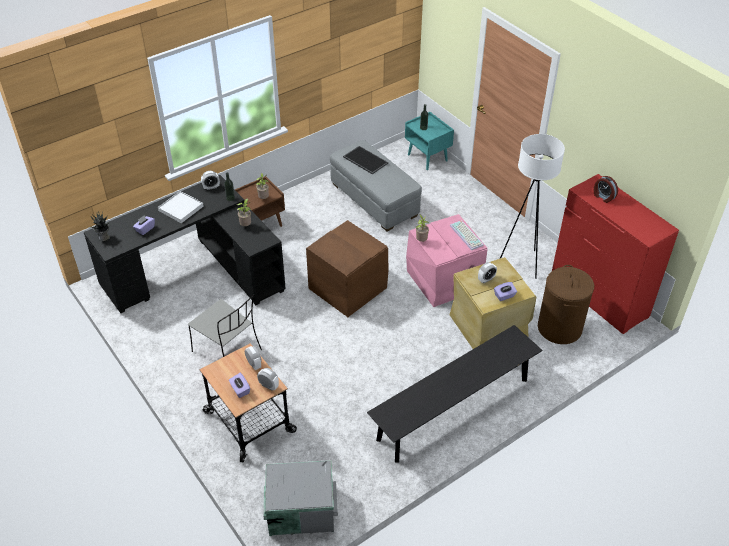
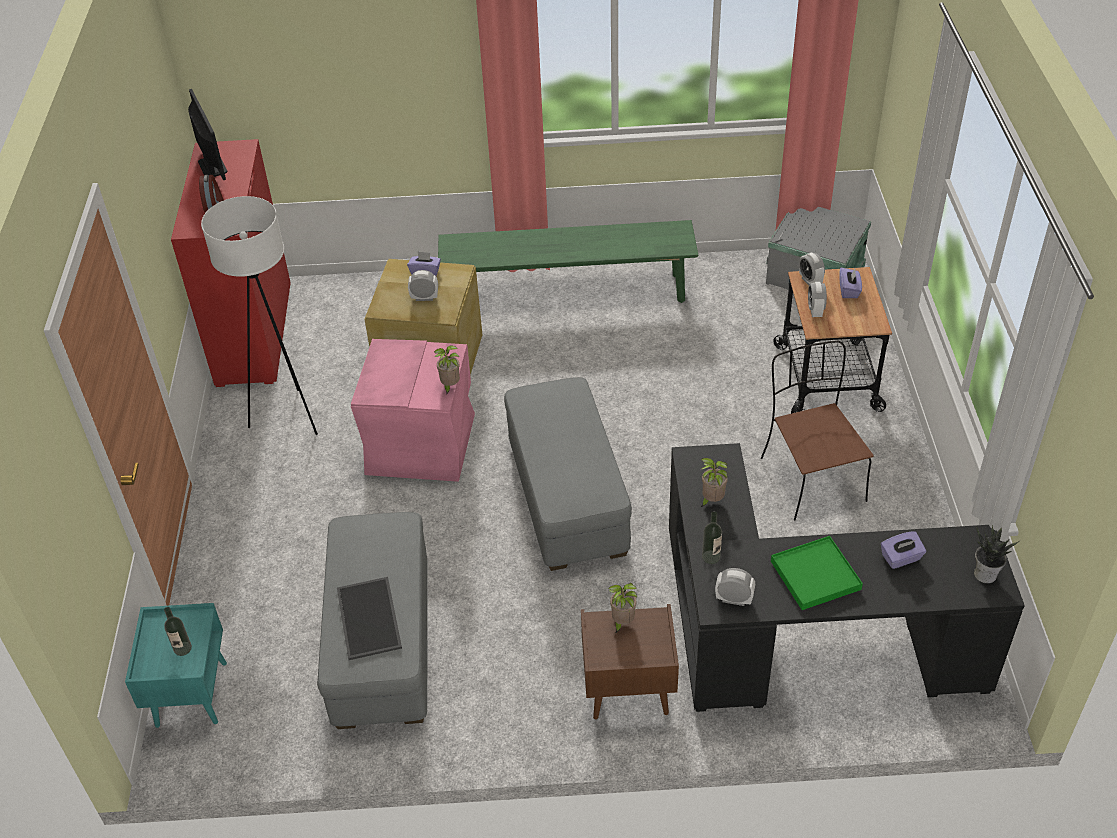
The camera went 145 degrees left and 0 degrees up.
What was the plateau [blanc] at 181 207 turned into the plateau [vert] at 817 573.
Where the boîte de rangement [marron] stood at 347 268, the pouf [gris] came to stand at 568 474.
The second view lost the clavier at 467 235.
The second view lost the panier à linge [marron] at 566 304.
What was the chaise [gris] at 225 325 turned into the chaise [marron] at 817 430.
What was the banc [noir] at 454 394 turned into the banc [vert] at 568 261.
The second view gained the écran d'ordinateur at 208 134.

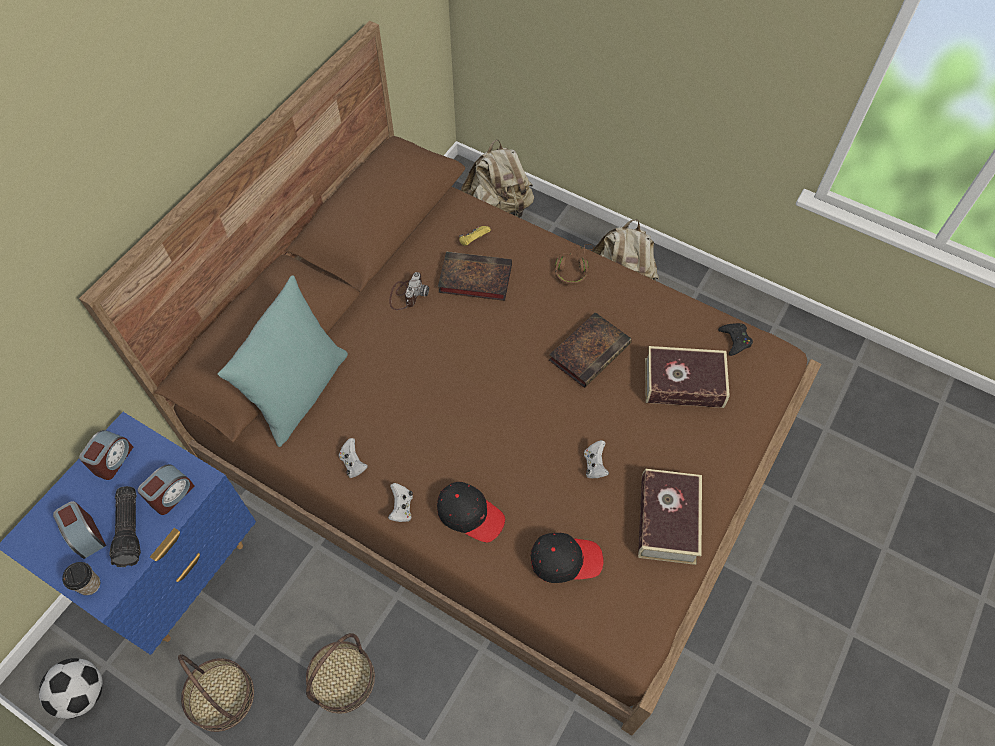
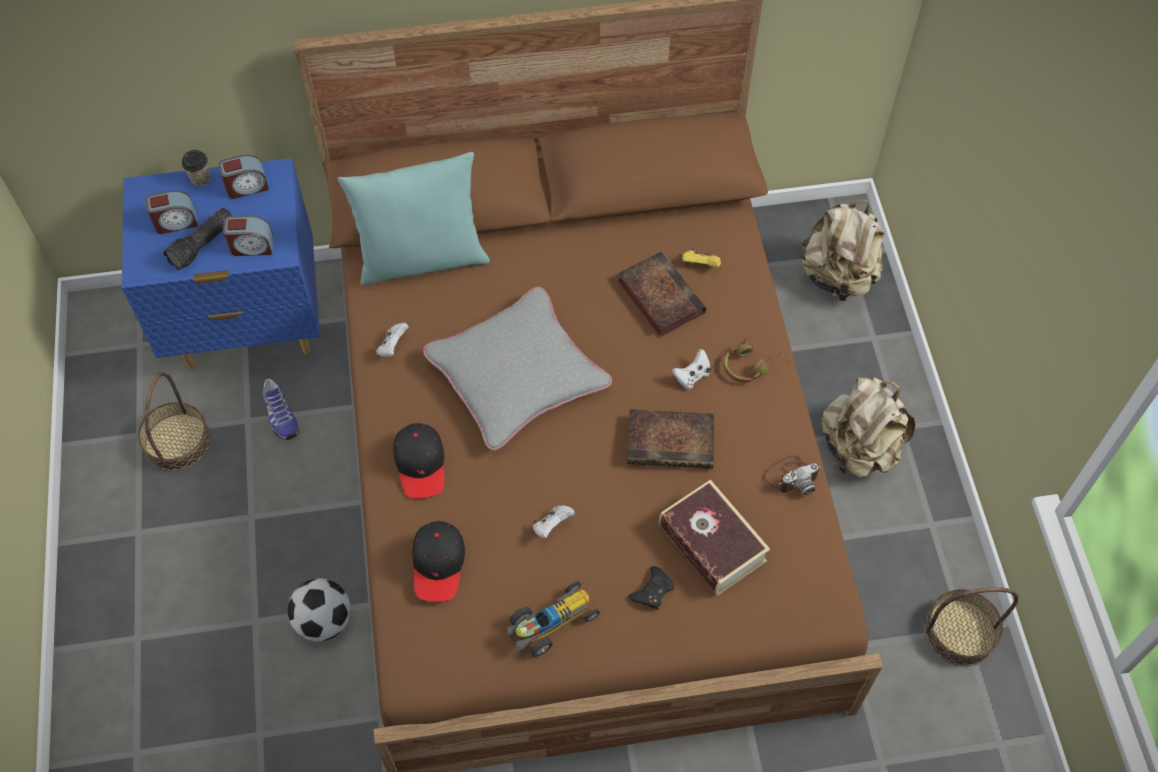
The camera went 50 degrees right and 0 degrees up.
The appareil photo ended up elsewhere, having gone from 409 291 to 792 475.
The manette [noir] ended up elsewhere, having gone from 735 339 to 651 588.
Where the livre stood at 670 517, the petite voiture came to stand at 553 619.
The manette [blanc] ended up elsewhere, having gone from 400 502 to 691 369.
The réveil at 79 530 ended up facing another way, 120 degrees counterclockwise from before.
The casquette [noir] at 567 558 ended up facing another way, 45 degrees clockwise from before.
The tasse ended up elsewhere, having gone from 81 578 to 196 168.
The panier ended up elsewhere, having gone from 340 673 to 971 626.
The ballon de foot ended up elsewhere, having gone from 71 688 to 319 609.
The second view gained the coussin [gris] at 517 369.
The second view gained the chaussure at 281 409.

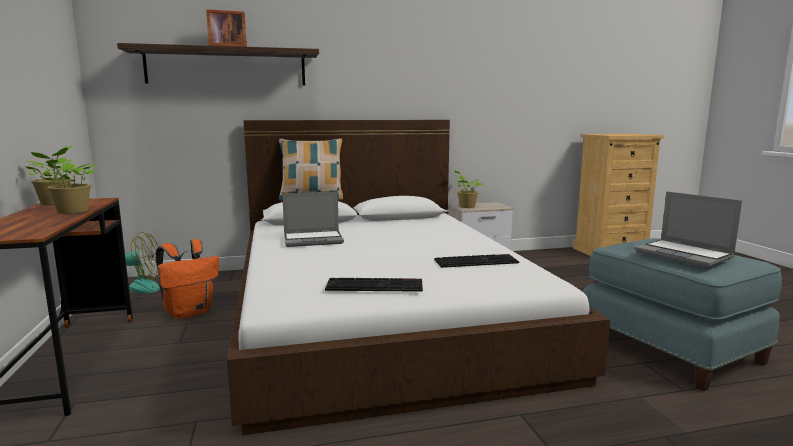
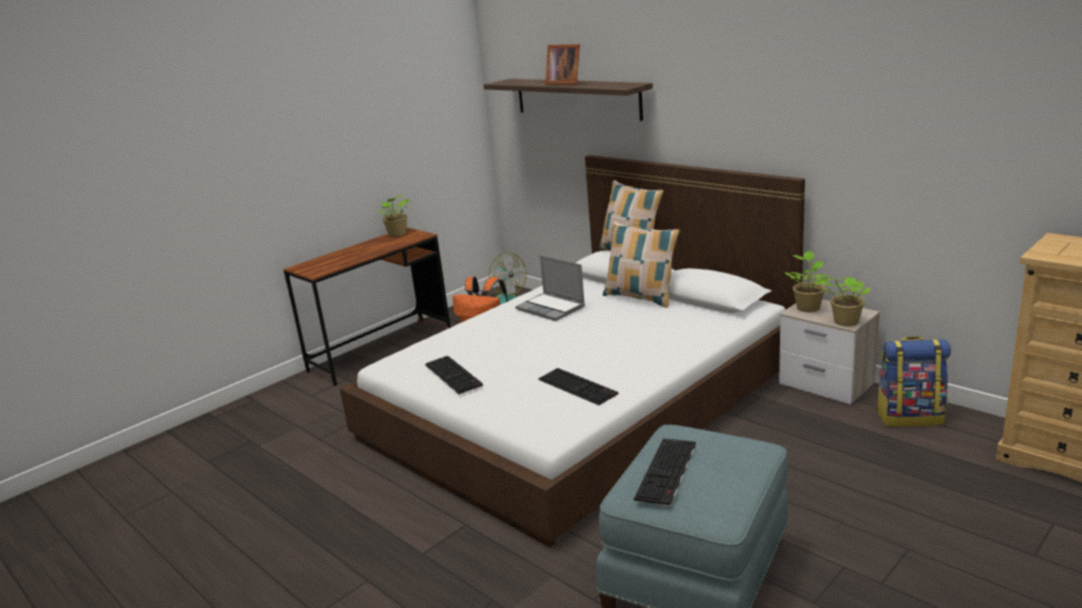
The camera went 60 degrees right and 10 degrees up.
The plante en pot ended up elsewhere, having gone from 63 182 to 845 300.
Where the ordinateur portable stood at 688 229, the clavier came to stand at 665 472.
The second view gained the coussin at 641 264.
The second view gained the sac à dos at 913 381.

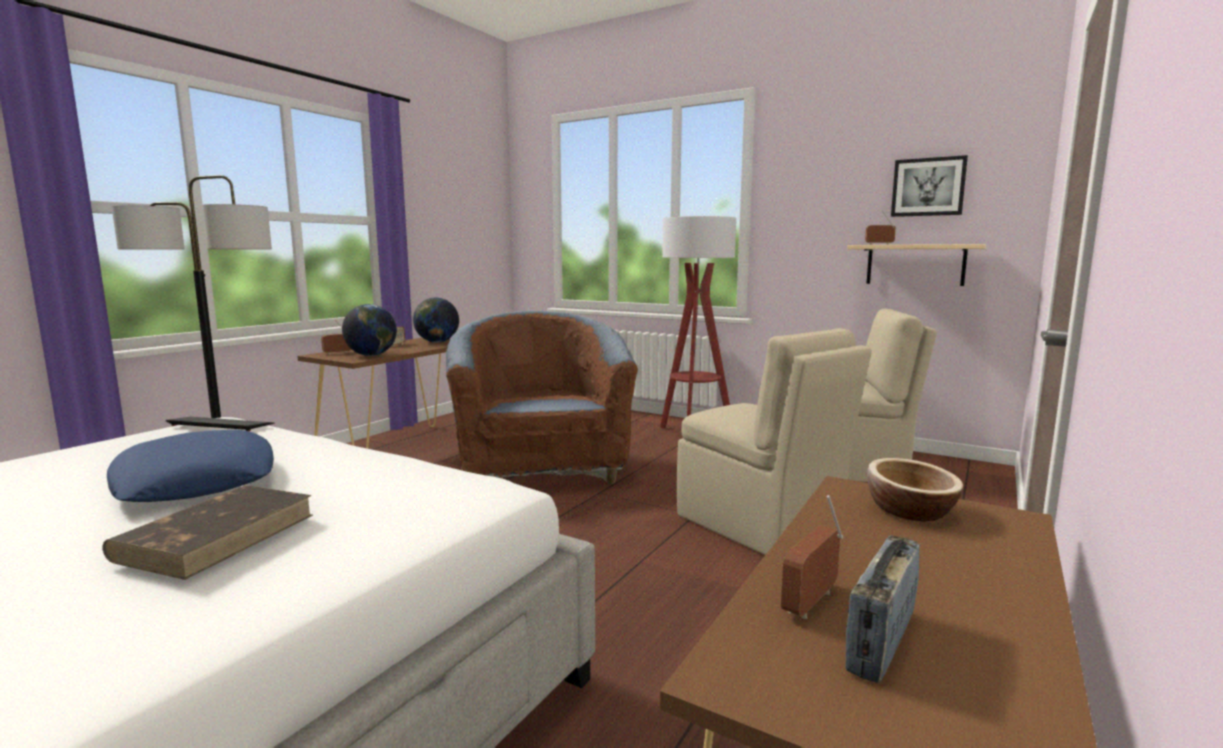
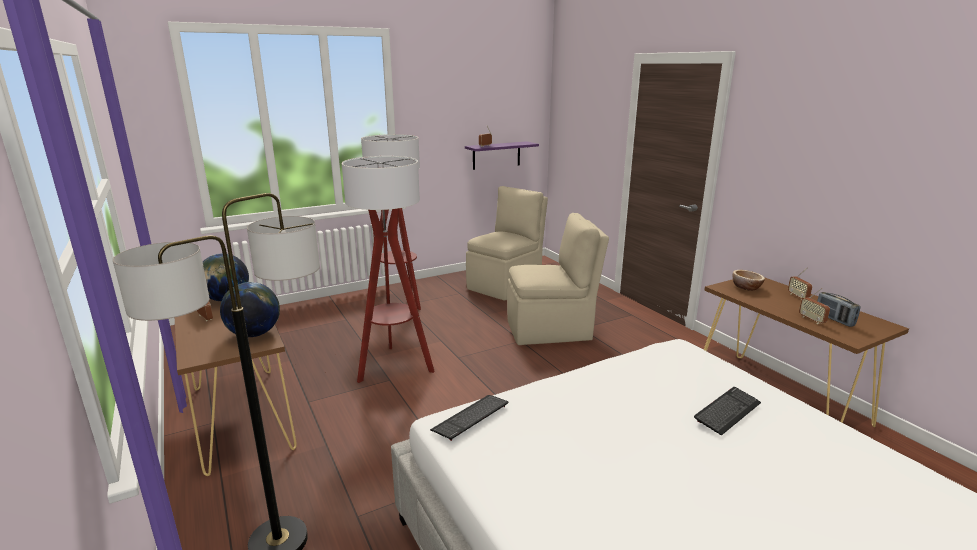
The camera went 60 degrees left and 10 degrees up.
The second view lost the tableau at 929 186.
What was the étagère [beige] at 916 265 turned into the étagère [violet] at 502 155.
Where the fauteuil [marron] stood at 542 398, the lampadaire came to stand at 388 269.
The radio ended up elsewhere, having gone from 336 337 to 800 283.
The second view lost the coussin [bleu] at 190 466.
Where the livre [marron] stood at 208 532, the clavier came to stand at 727 411.

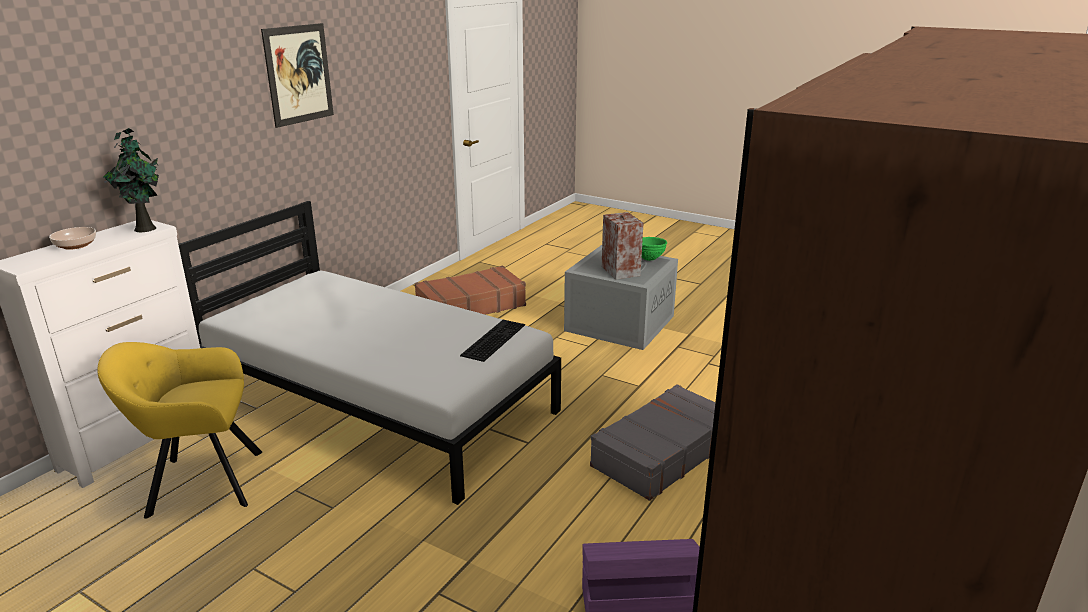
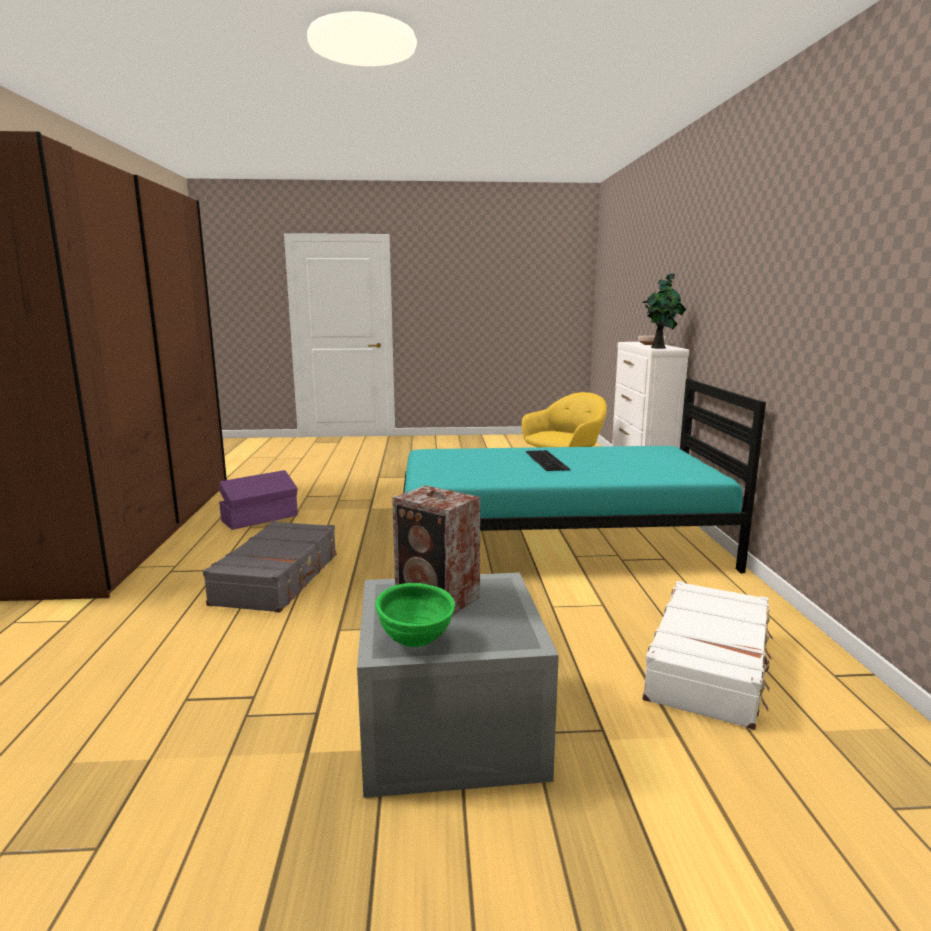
The camera went 145 degrees right and 10 degrees down.
The second view lost the tableau at 297 75.
What was the lit [blanc] at 369 353 turned into the lit [turquoise] at 584 476.
What was the valise [marron] at 470 290 turned into the valise [blanc] at 707 655.
The clavier ended up elsewhere, having gone from 492 341 to 548 460.

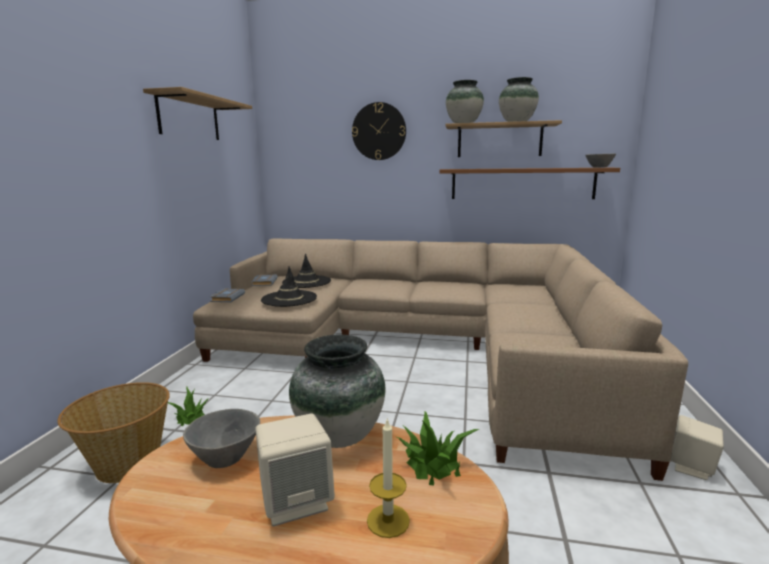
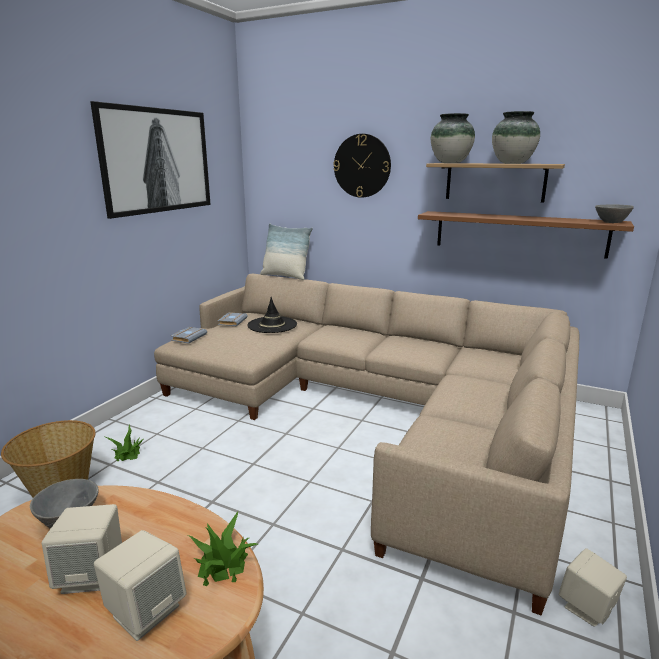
The camera went 15 degrees right and 5 degrees up.
Where the étagère hung at 197 113, the tableau came to hang at 150 160.
The second view lost the chapeau [noir] at 289 286.
The second view lost the vase at 337 391.
Where the bougie stood at 388 478, the enceinte [beige] came to stand at 140 585.
The second view gained the coussin at 286 251.

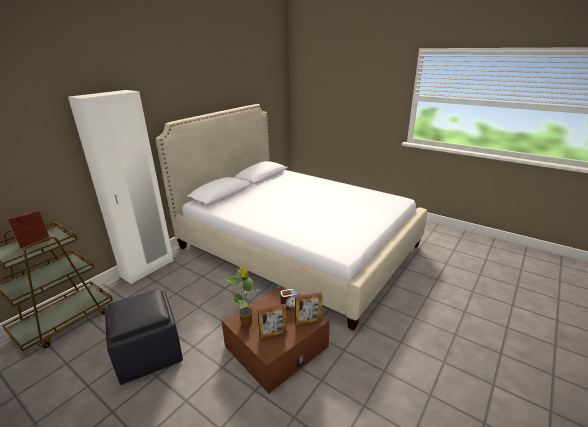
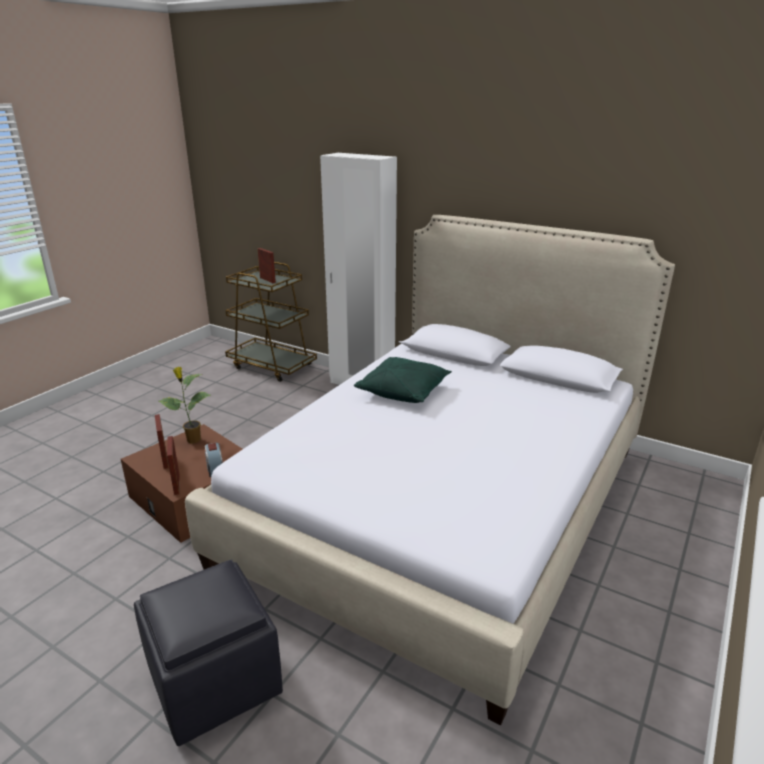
The camera went 85 degrees right and 0 degrees up.
The pouf [noir] ended up elsewhere, having gone from 144 336 to 208 653.
The second view gained the coussin [vert] at 403 380.

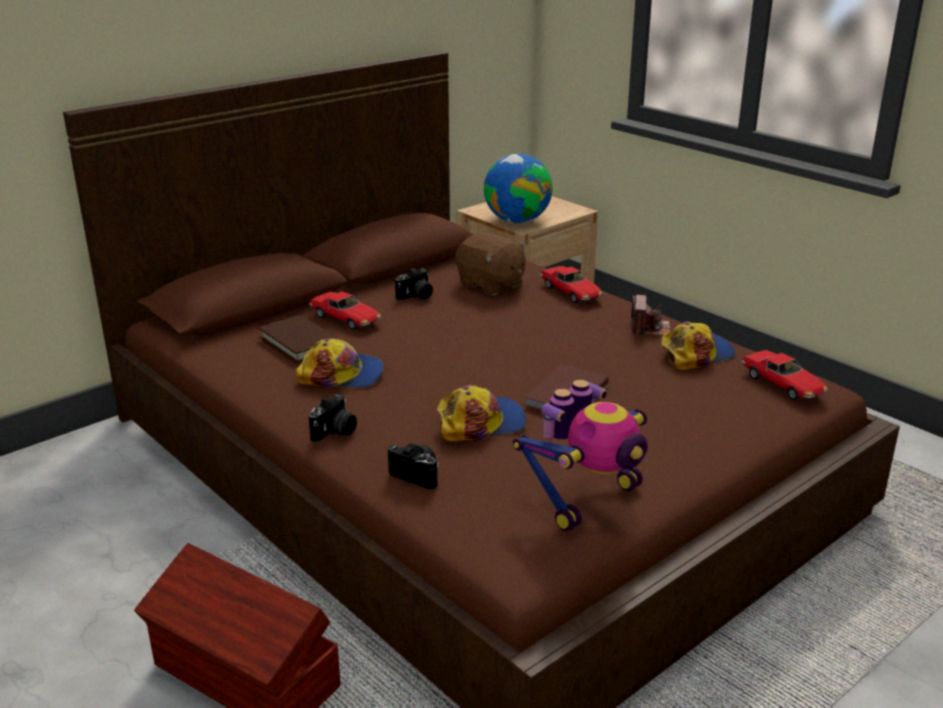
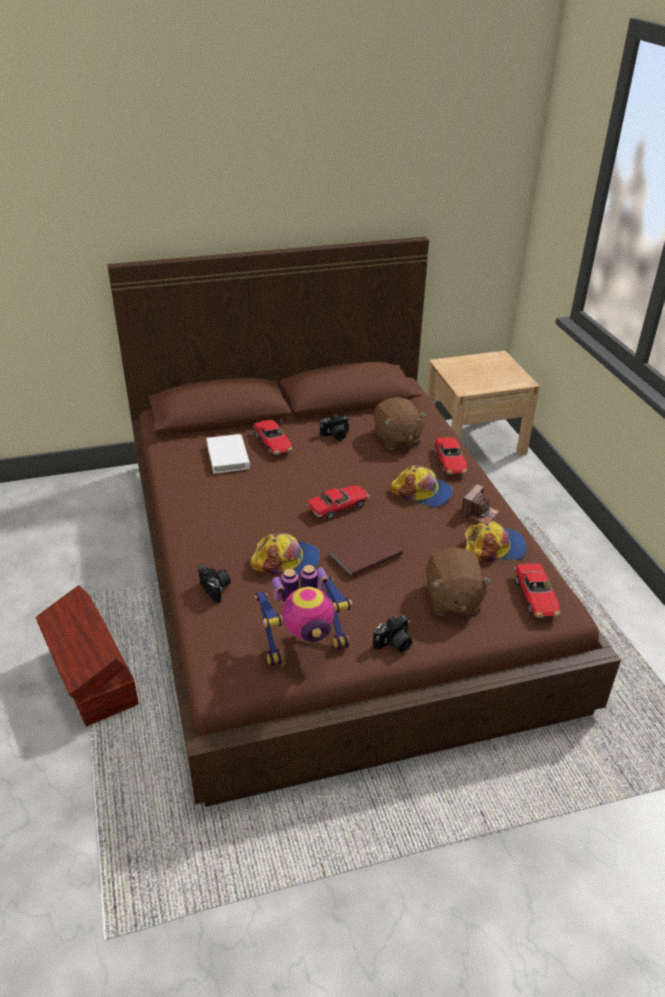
The camera went 25 degrees right and 10 degrees up.
The second view lost the globe at 518 188.
What was the livre [marron] at 298 339 turned into the livre [blanc] at 228 454.
The casquette ended up elsewhere, having gone from 339 363 to 421 487.
The appareil photo ended up elsewhere, having gone from 333 418 to 392 634.
The second view gained the petite voiture at 338 502.
The second view gained the peluche [marron] at 459 581.

